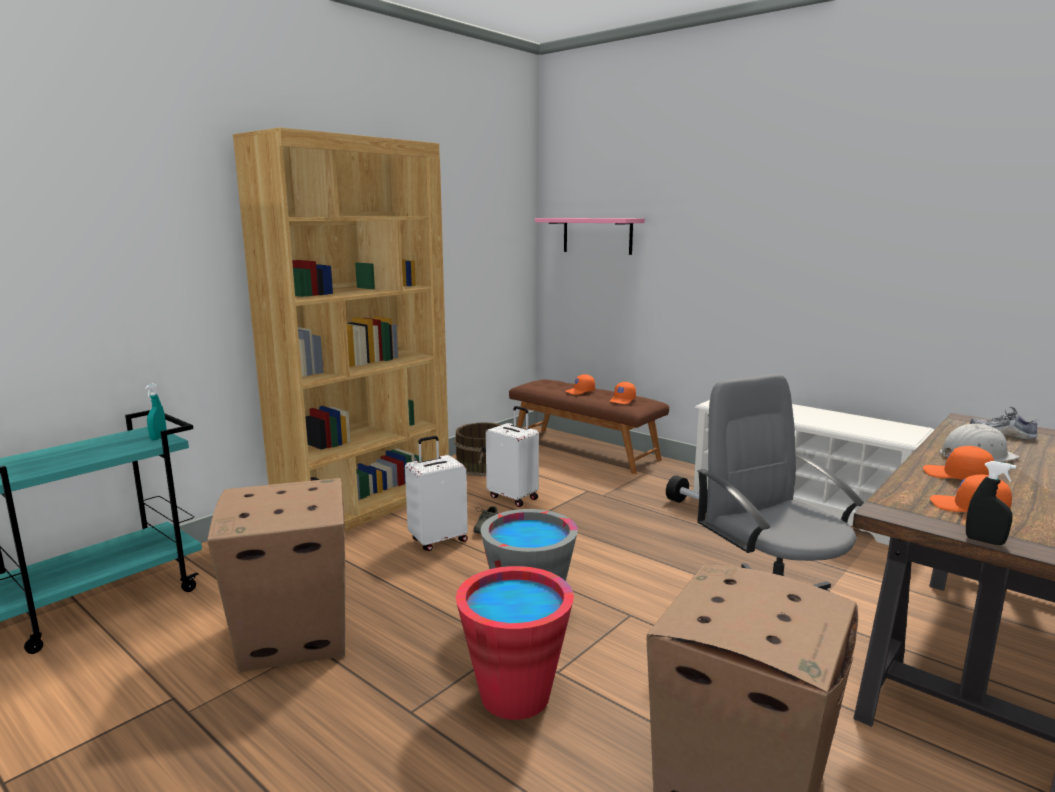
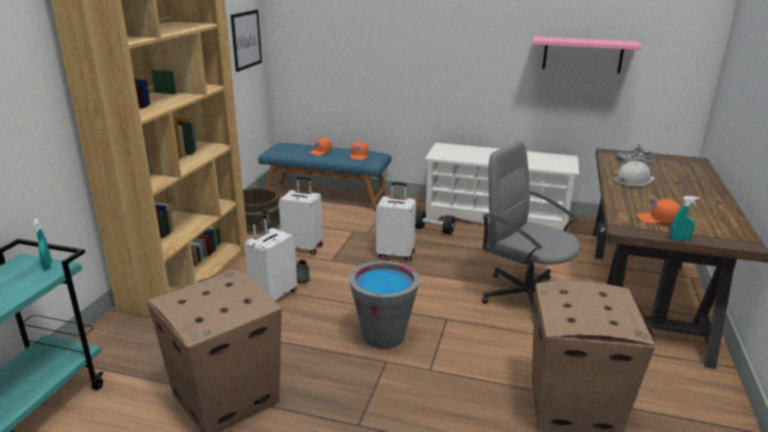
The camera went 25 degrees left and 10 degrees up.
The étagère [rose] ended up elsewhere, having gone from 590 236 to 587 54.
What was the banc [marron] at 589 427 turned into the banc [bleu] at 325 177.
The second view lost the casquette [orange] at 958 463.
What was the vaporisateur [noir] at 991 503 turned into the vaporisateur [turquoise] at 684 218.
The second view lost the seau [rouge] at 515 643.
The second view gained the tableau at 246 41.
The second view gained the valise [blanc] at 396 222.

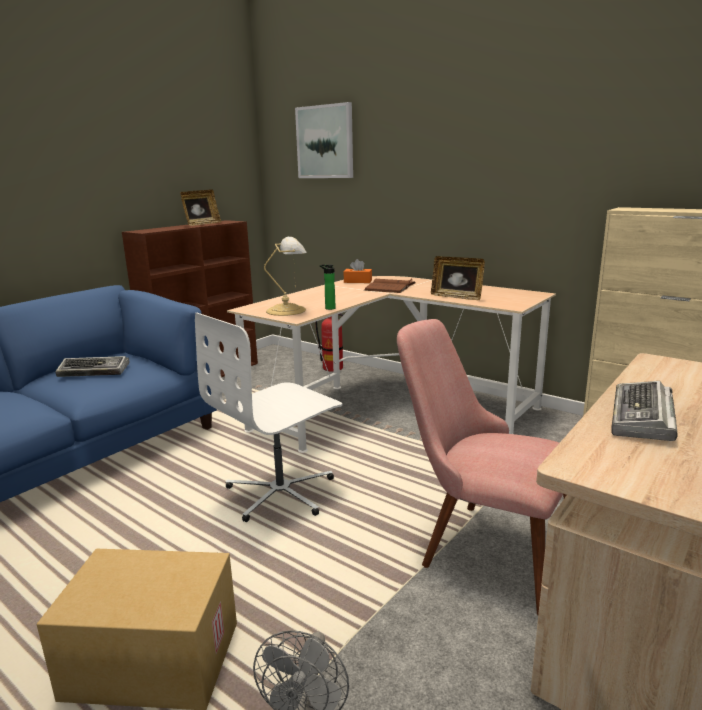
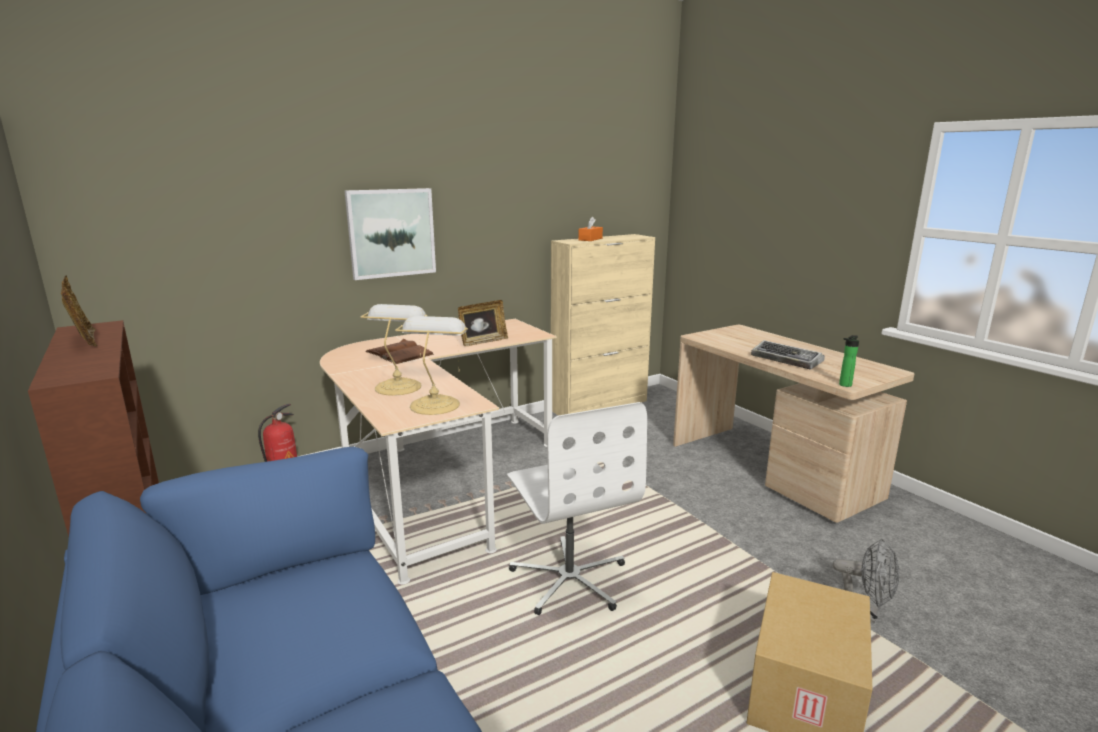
The camera went 70 degrees left and 0 degrees up.
The tableau ended up elsewhere, having gone from 324 140 to 390 234.
The boîte à mouchoirs [orange] ended up elsewhere, having gone from 358 271 to 590 229.
The bouteille ended up elsewhere, having gone from 328 287 to 849 361.
The second view lost the chaise [rose] at 482 467.
The second view lost the clavier at 93 366.
The second view gained the lampe de table at 393 350.

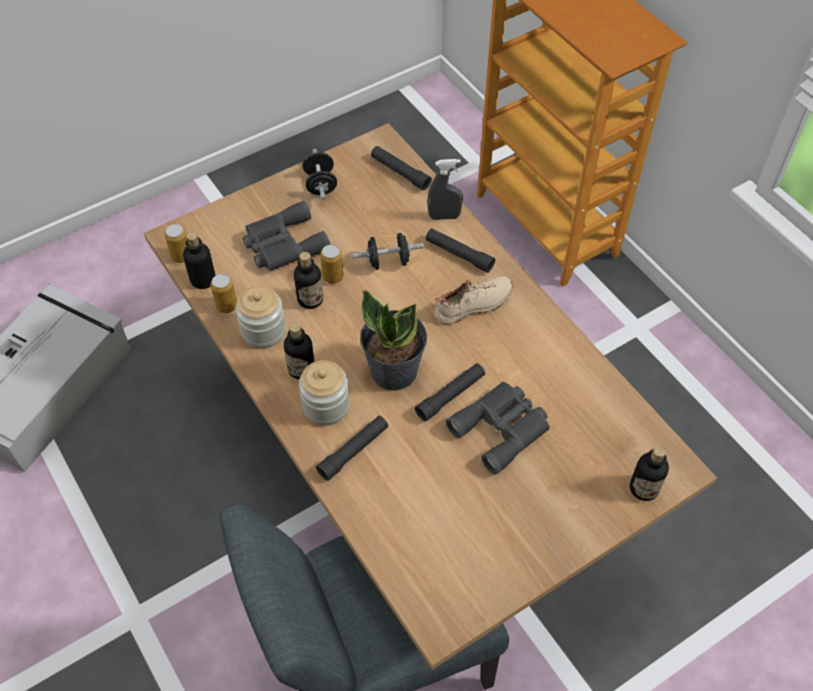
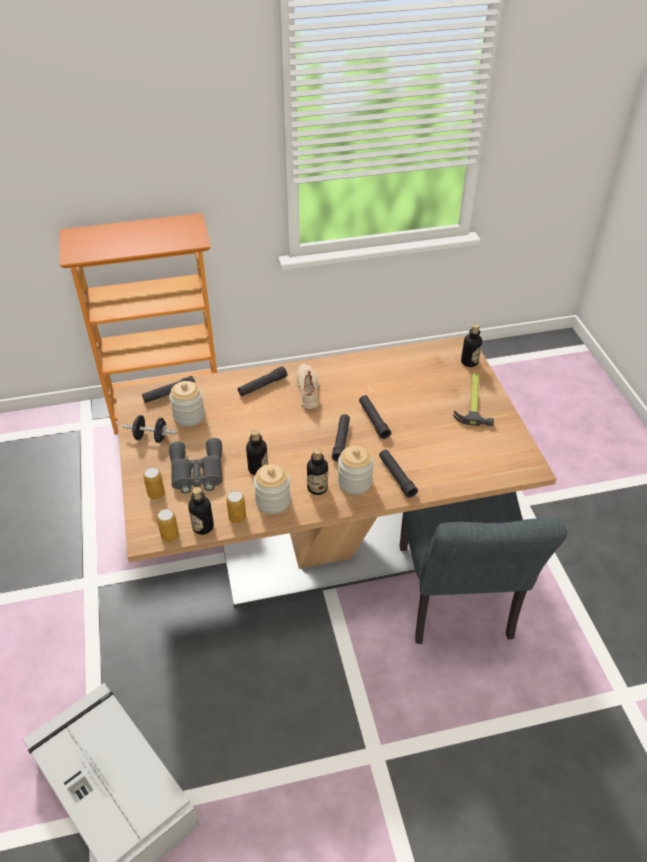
The camera went 70 degrees left and 10 degrees down.
The second view lost the vaporisateur [gris] at 445 189.
The second view lost the haltère [noir] at 388 251.
The boîte métallique ended up elsewhere, having gone from 332 264 to 154 483.
Where the plante en pot stood at 393 340, the lampe de poche [noir] came to stand at 341 438.
The second view lost the jumelles [gris] at 498 428.
The second view gained the marteau at 473 399.
The second view gained the bocal at 187 403.

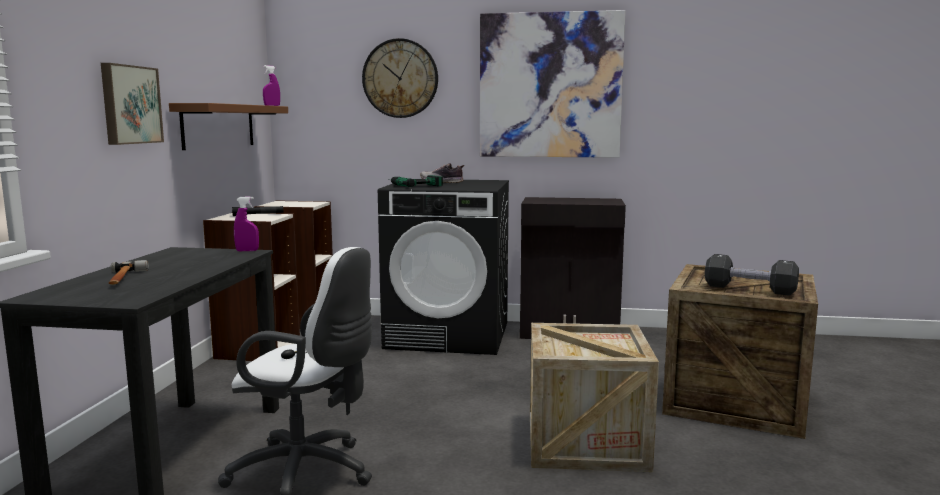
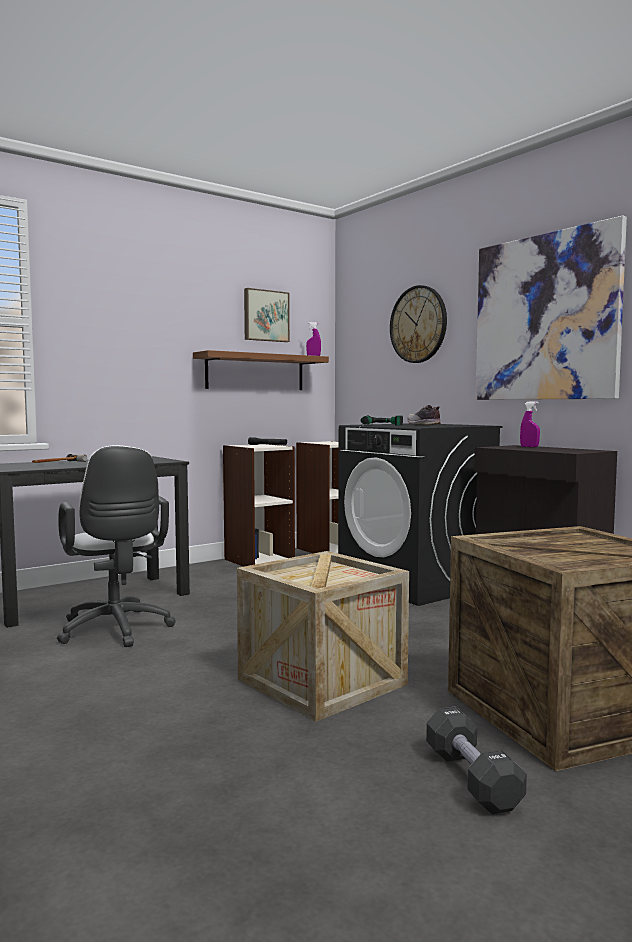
The camera went 45 degrees right and 5 degrees down.
The tableau ended up elsewhere, having gone from 132 104 to 267 315.
The vaporisateur [violet] ended up elsewhere, having gone from 246 223 to 530 424.
The haltère [noir] ended up elsewhere, having gone from 752 275 to 476 760.

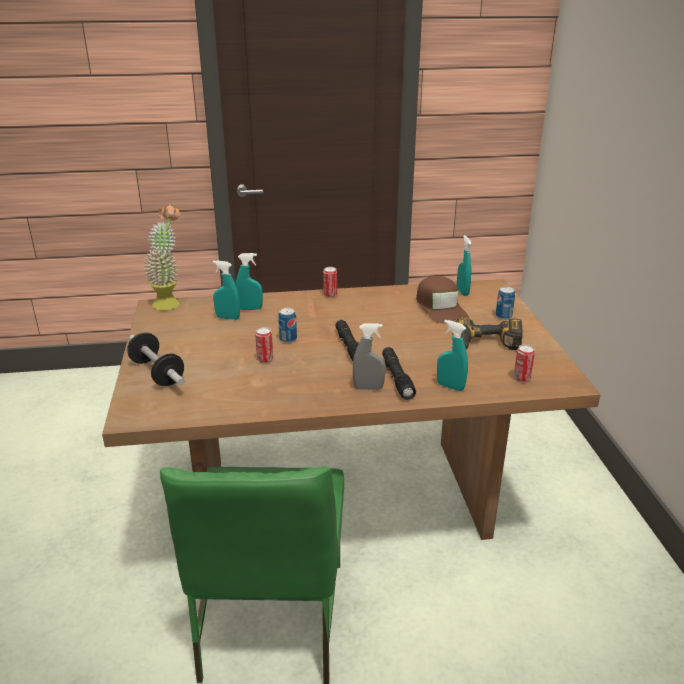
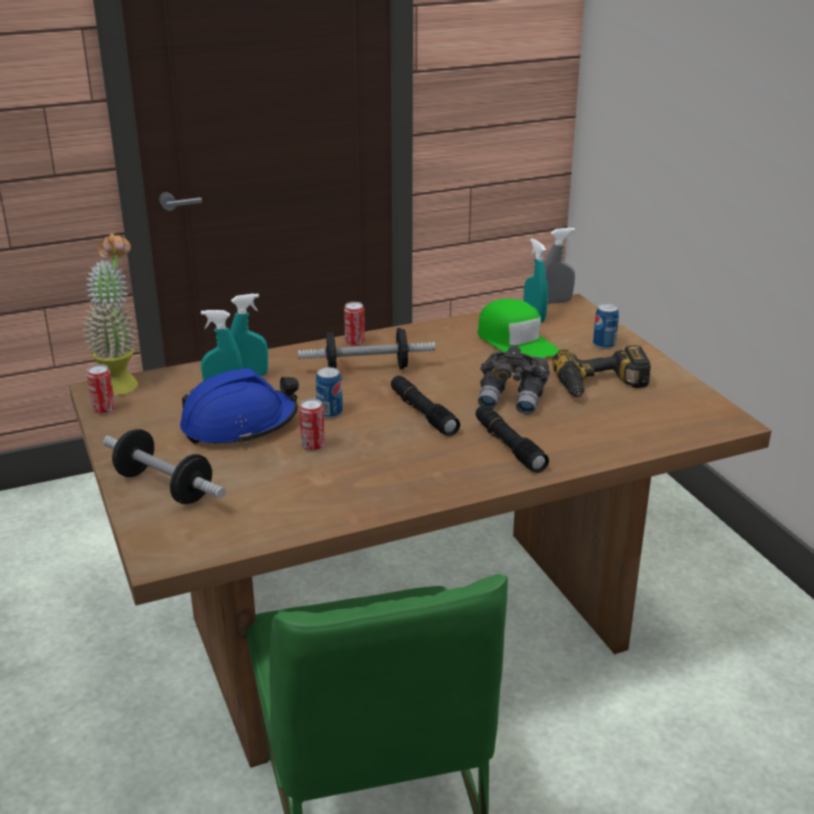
The camera went 15 degrees left and 0 degrees up.
What was the casquette [marron] at 442 299 turned into the casquette [vert] at 518 328.
The second view lost the vaporisateur [turquoise] at 452 355.
The vaporisateur [gris] ended up elsewhere, having gone from 369 356 to 559 266.
The boîte métallique ended up elsewhere, having gone from 524 363 to 101 389.
The second view gained the haltère at 366 348.
The second view gained the jumelles [gris] at 514 380.
The second view gained the casque de chantier [bleu] at 239 406.

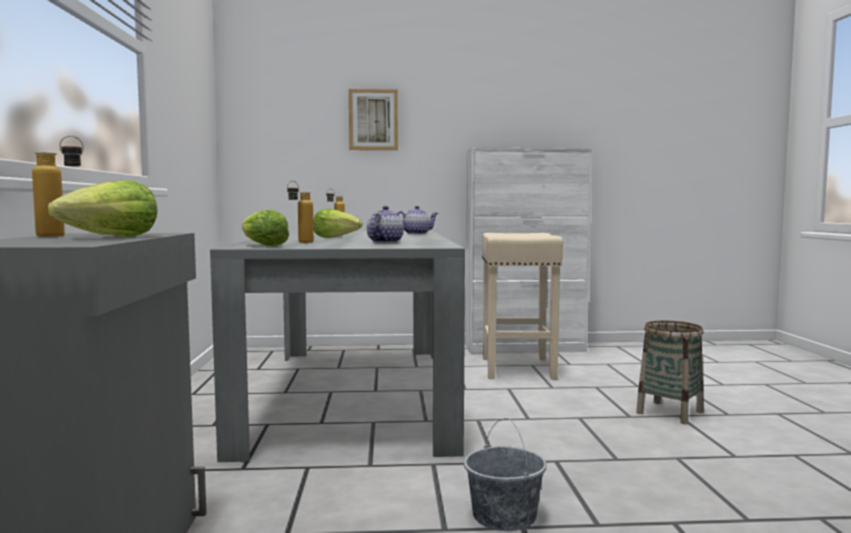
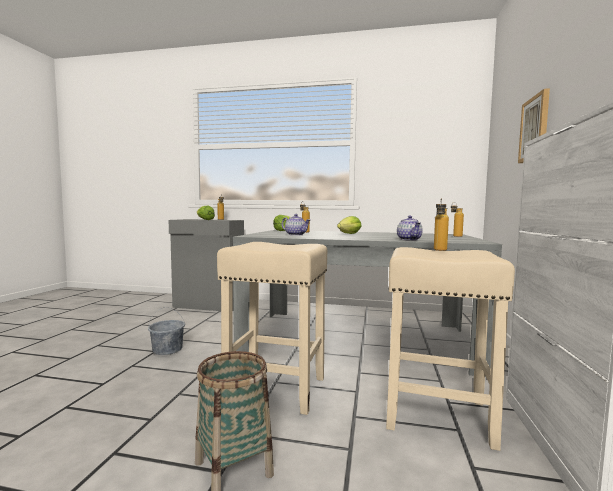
The camera went 105 degrees right and 0 degrees up.
The second view gained the bouteille at 441 224.
The second view gained the tabouret [beige] at 272 328.

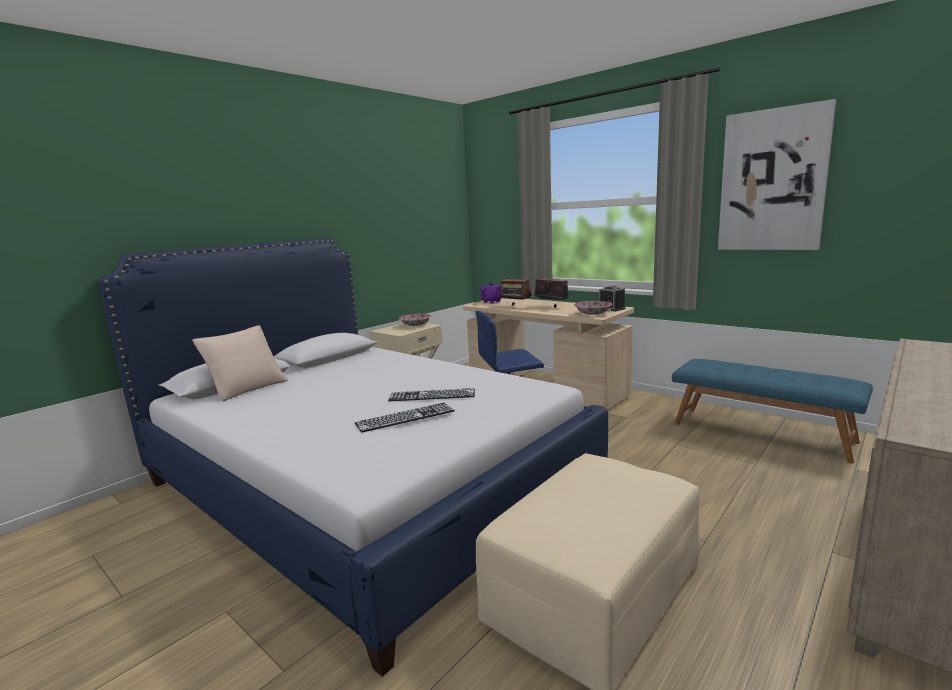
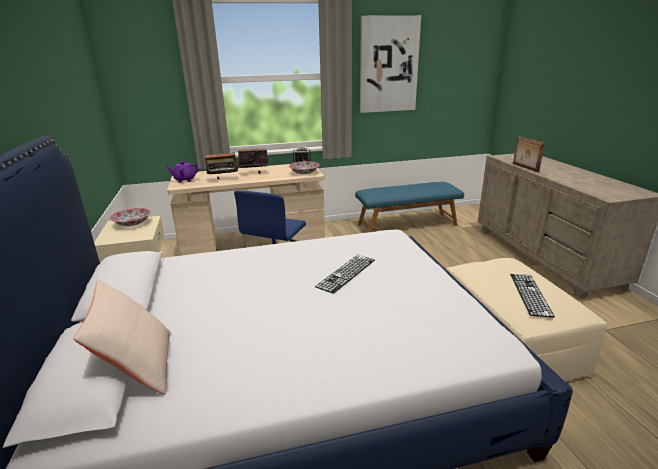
The camera went 55 degrees left and 10 degrees up.
The clavier ended up elsewhere, having gone from 405 418 to 532 296.
The second view gained the cadre photo at 529 154.

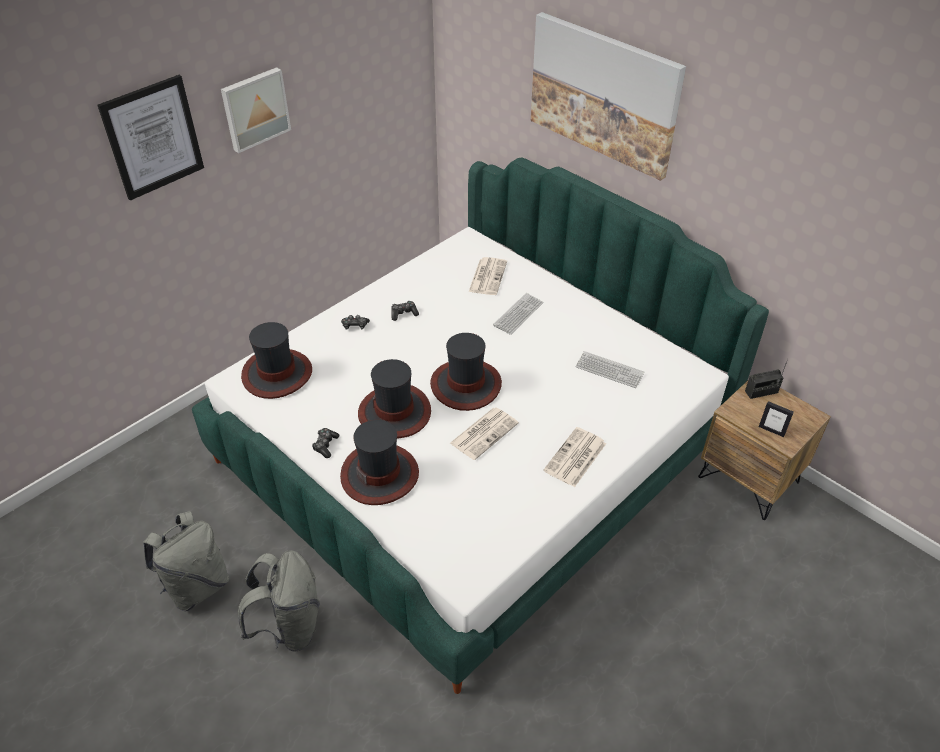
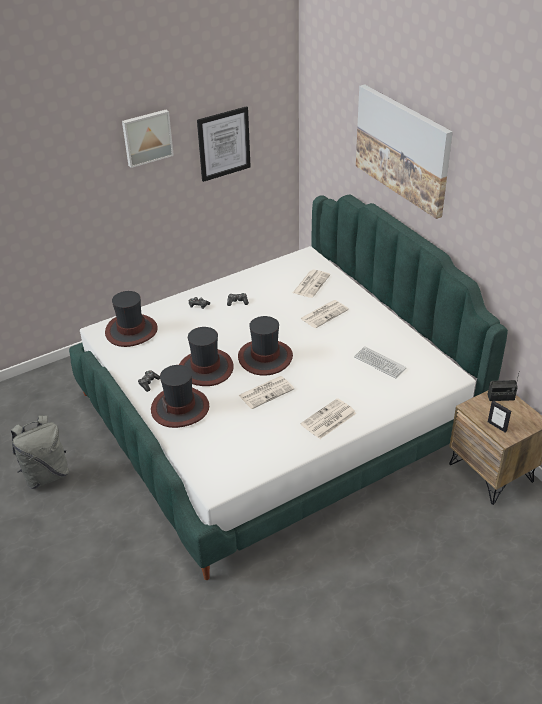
The camera went 15 degrees right and 5 degrees down.
The tableau ended up elsewhere, having gone from 150 138 to 224 144.
Where the clavier stood at 518 314, the journal came to stand at 324 314.
The second view lost the sac à dos [gris] at 279 601.

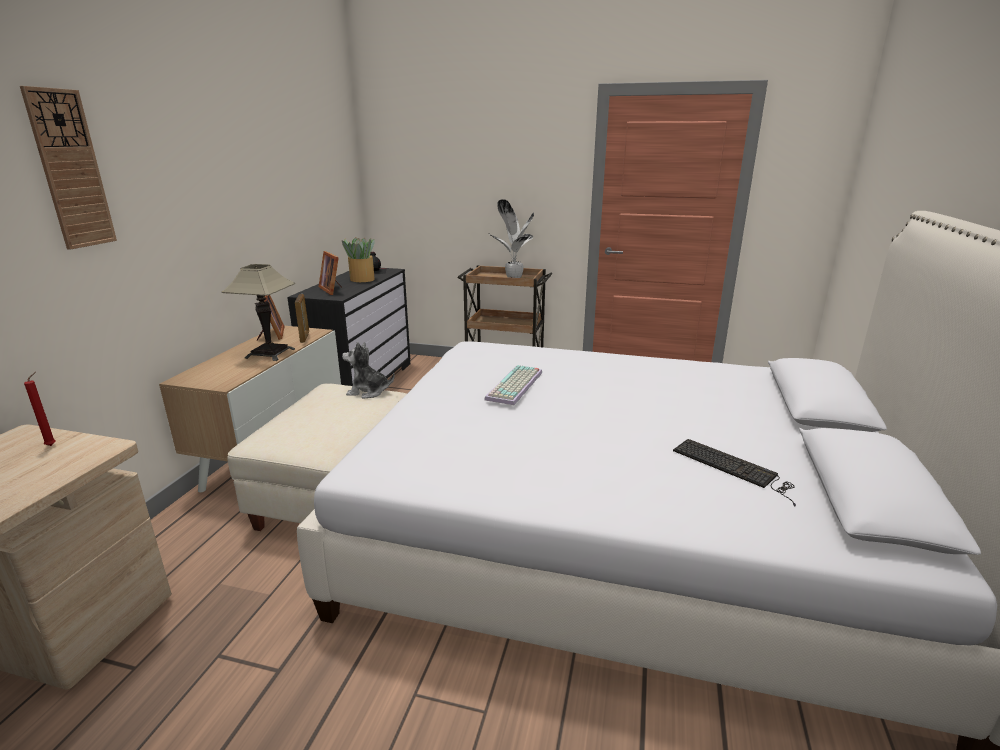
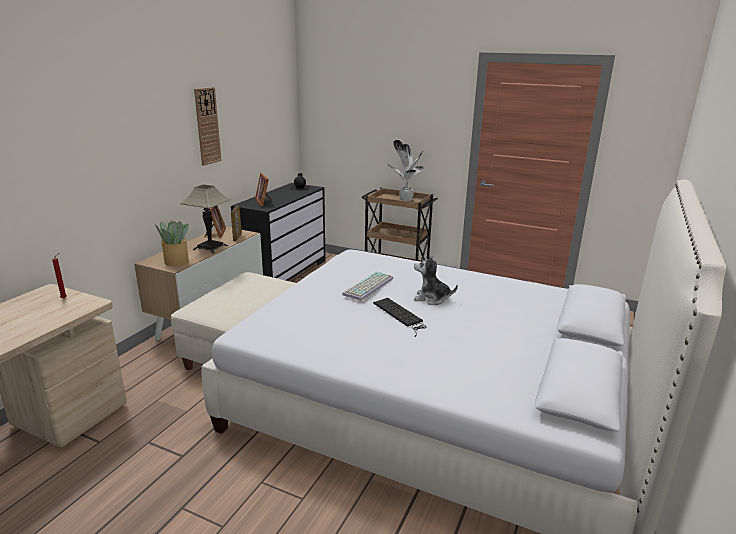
The camera went 10 degrees right and 0 degrees up.
The horloge murale ended up elsewhere, having gone from 68 168 to 208 126.
The plante en pot ended up elsewhere, having gone from 358 259 to 172 243.
The peluche ended up elsewhere, having gone from 368 370 to 436 280.
The clavier ended up elsewhere, having gone from 734 473 to 399 317.

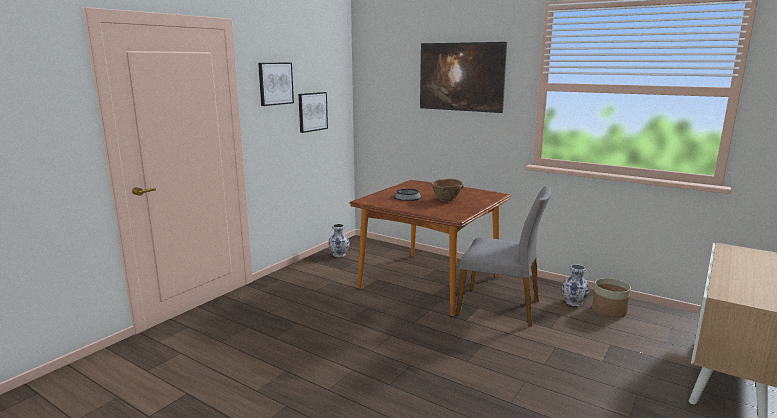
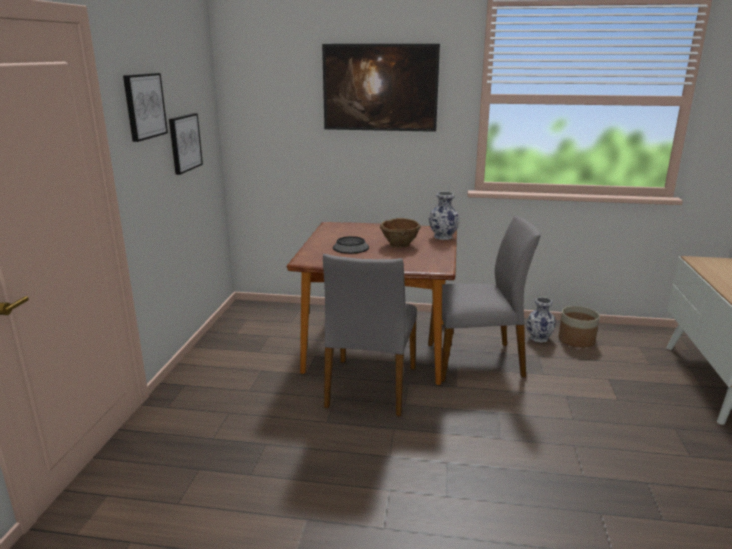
The camera went 25 degrees left and 5 degrees up.
The vase ended up elsewhere, having gone from 339 240 to 444 216.
The second view gained the chaise [gris] at 370 335.

